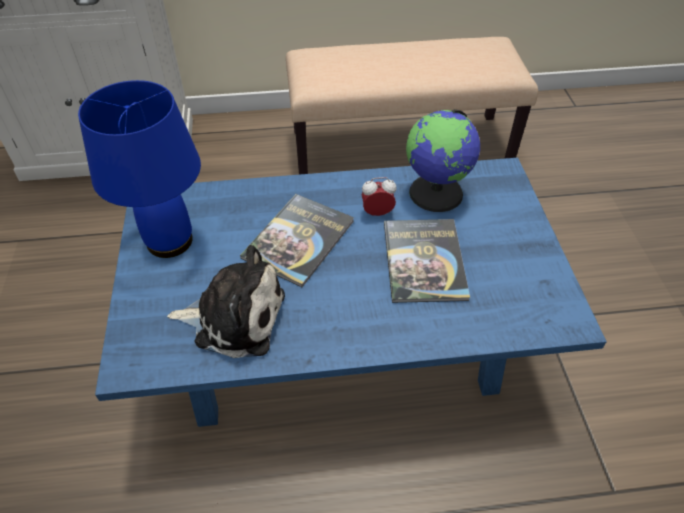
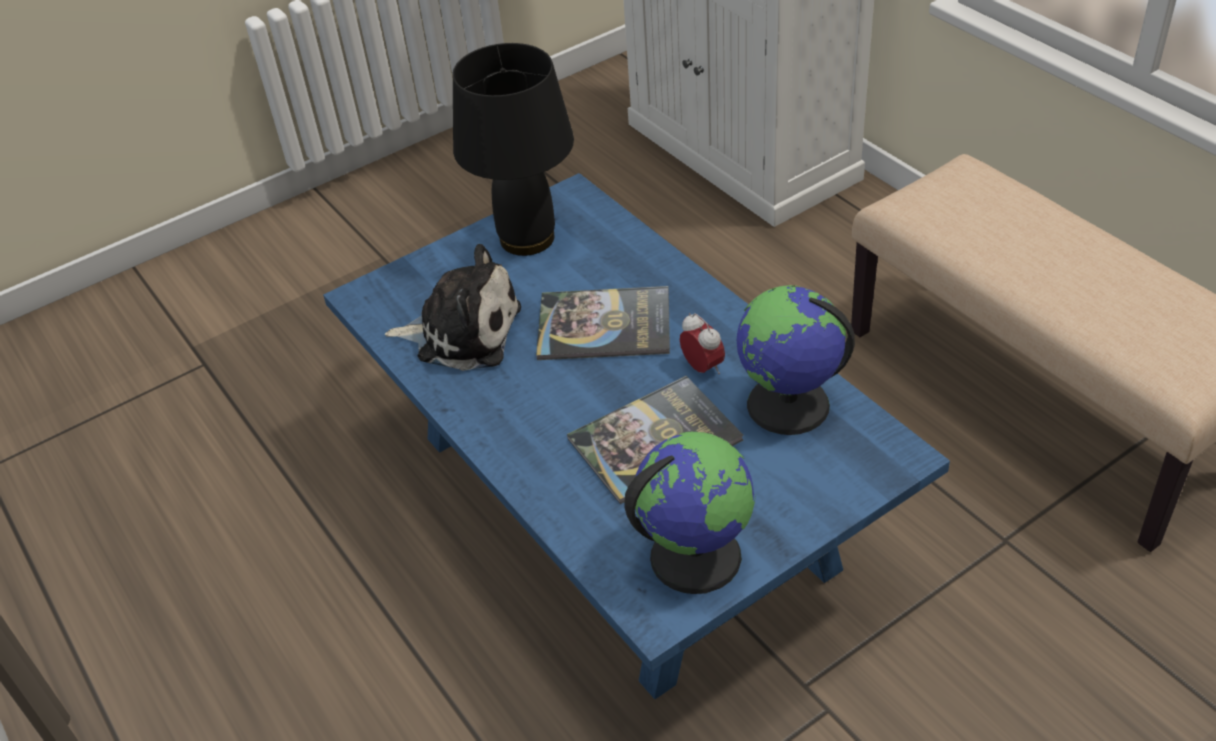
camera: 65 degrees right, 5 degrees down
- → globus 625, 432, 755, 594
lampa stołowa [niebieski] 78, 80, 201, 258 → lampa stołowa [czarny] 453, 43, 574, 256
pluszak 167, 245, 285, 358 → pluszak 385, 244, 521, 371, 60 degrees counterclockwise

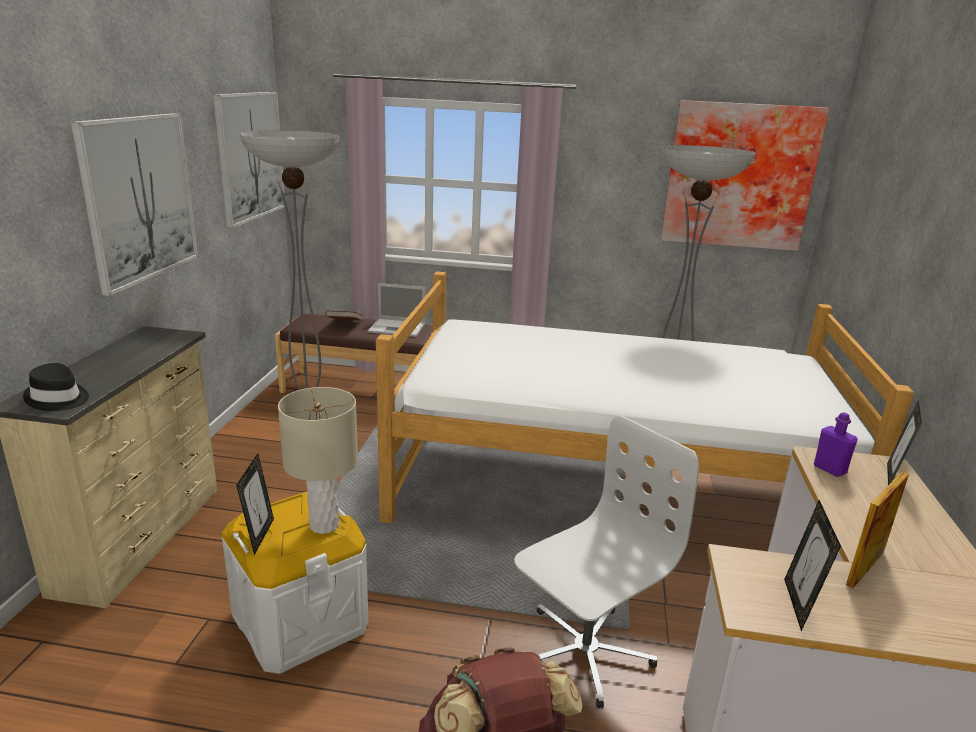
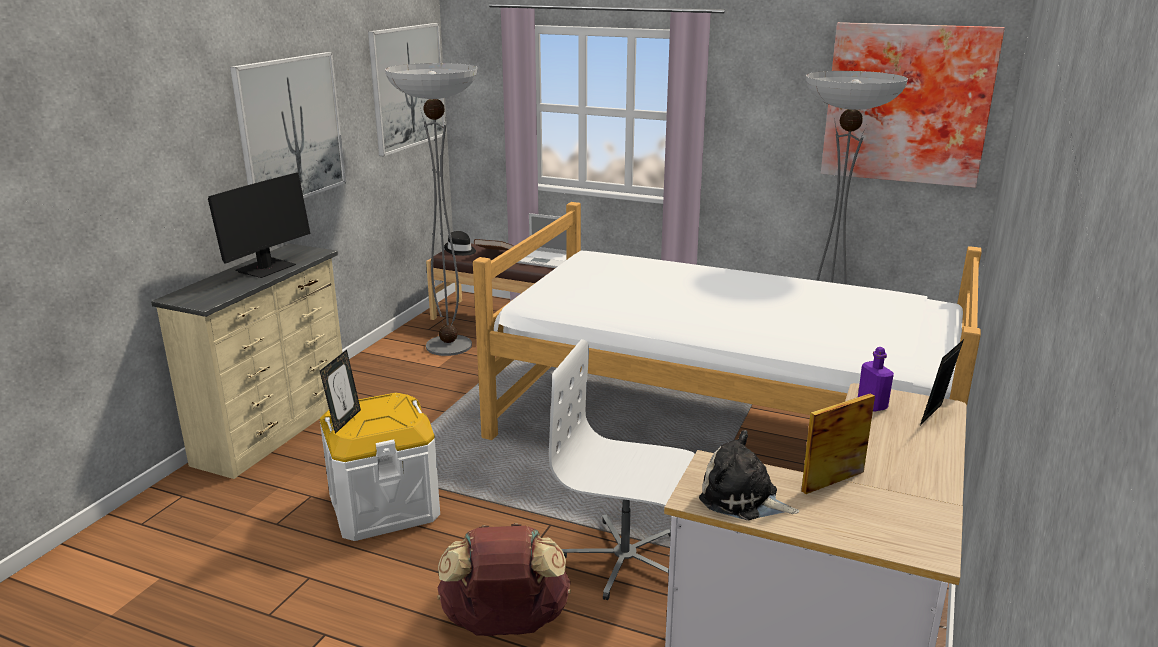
camera: 15 degrees right, 0 degrees up
lampa stołowa [beżowy] 278, 387, 358, 534 → -
- → monitor 208, 172, 310, 278
kapelusz [czarny] 23, 363, 89, 411 → kapelusz [czarny] 444, 231, 476, 256, moved
ramka na zdjęcie 784, 500, 841, 631 → pluszak 699, 430, 799, 520
krzesło biurowe [biały] 514, 415, 699, 708 → krzesło biurowe [biały] 549, 339, 695, 600, 135 degrees counterclockwise

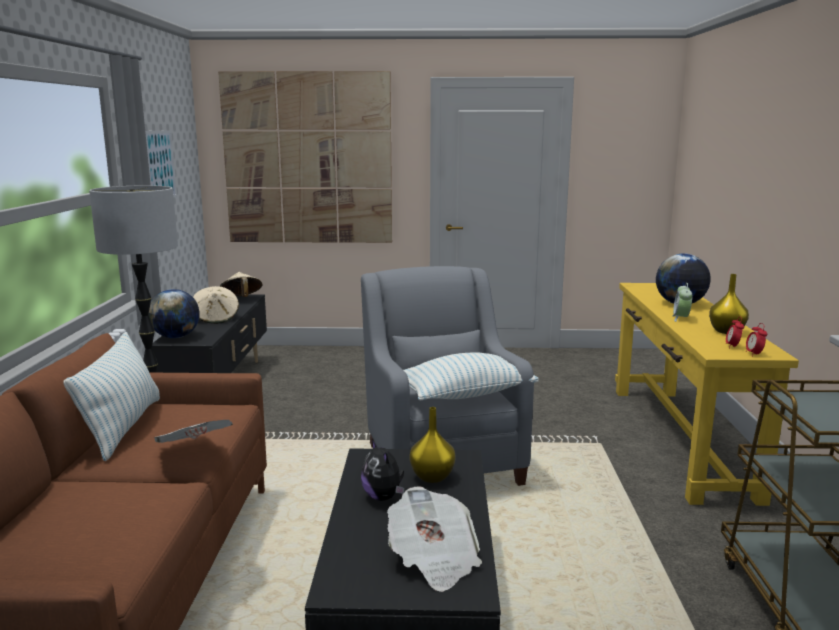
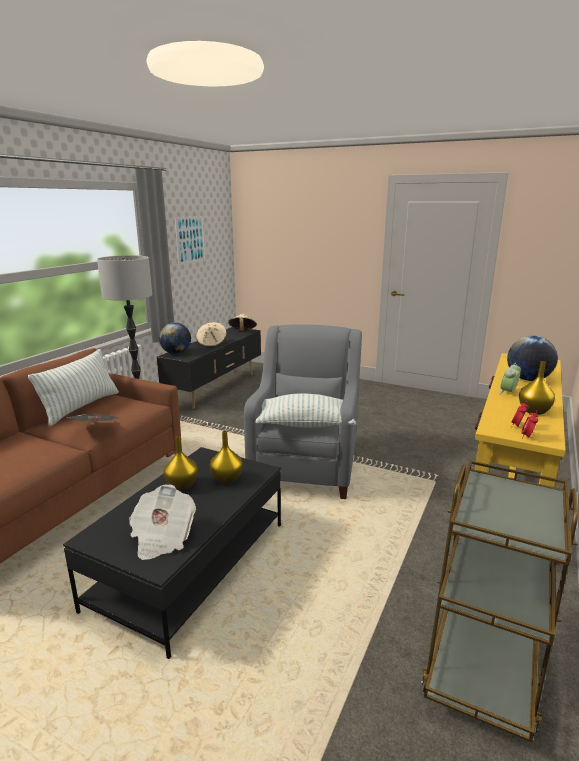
camera: 25 degrees right, 5 degrees up
obraz 218, 71, 392, 243 → -
pluszak 361, 440, 405, 501 → wazon [żółty] 164, 436, 198, 490

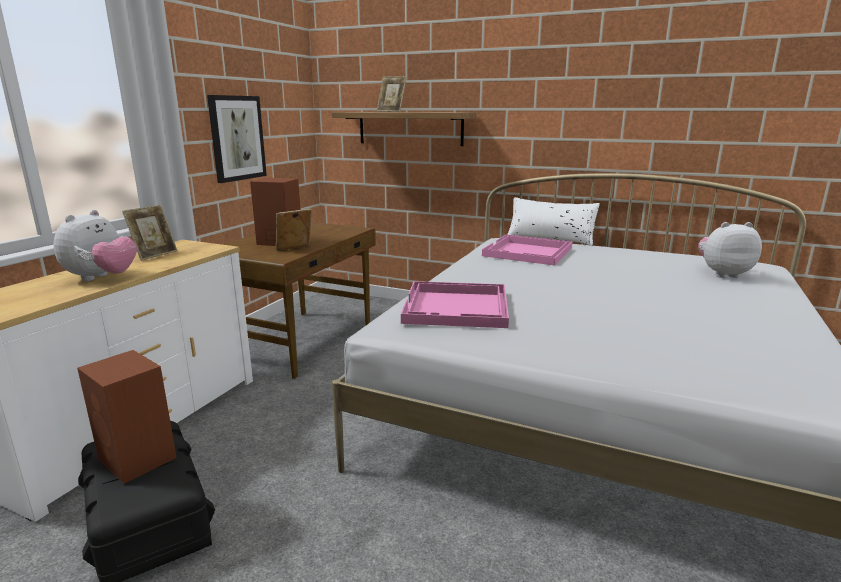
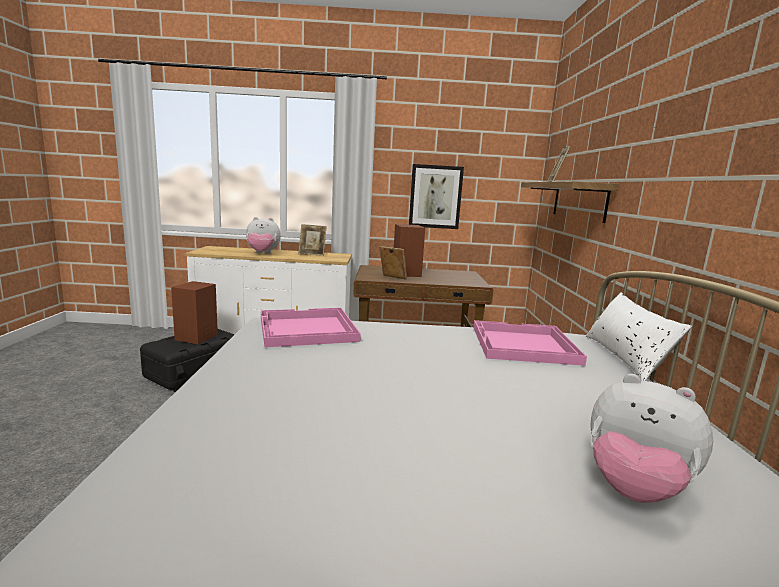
camera: 65 degrees right, 5 degrees down
pluszak 698, 222, 762, 278 → pluszak 590, 374, 713, 503, 150 degrees clockwise

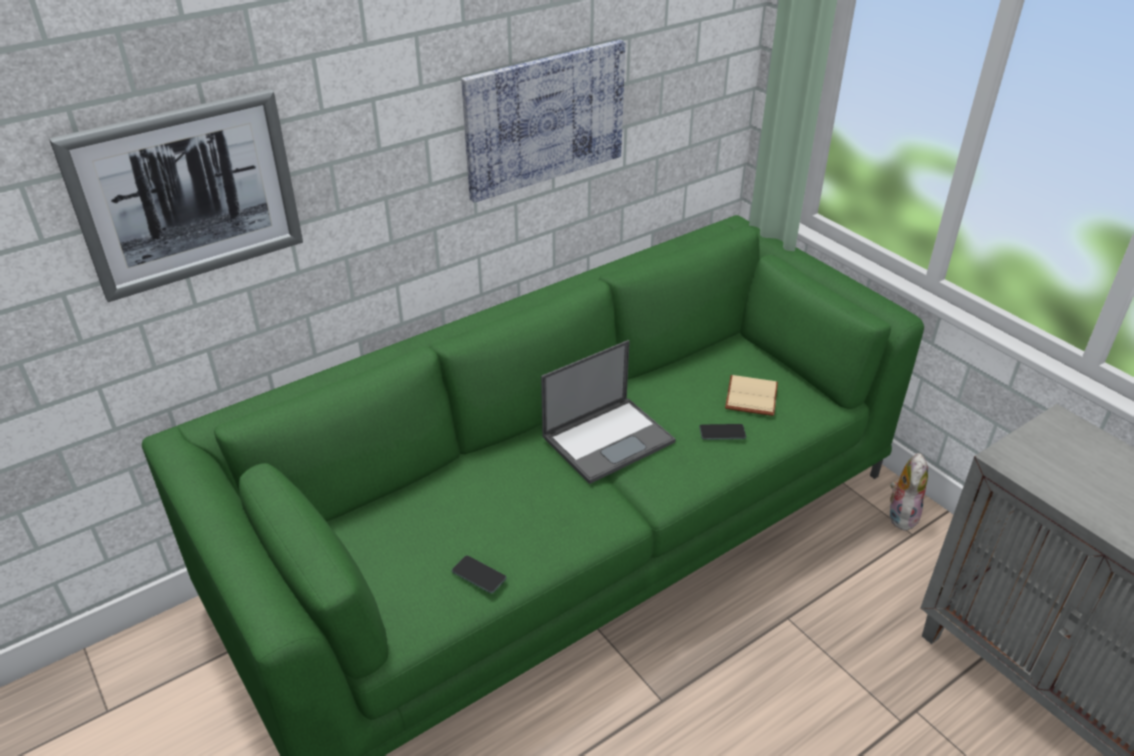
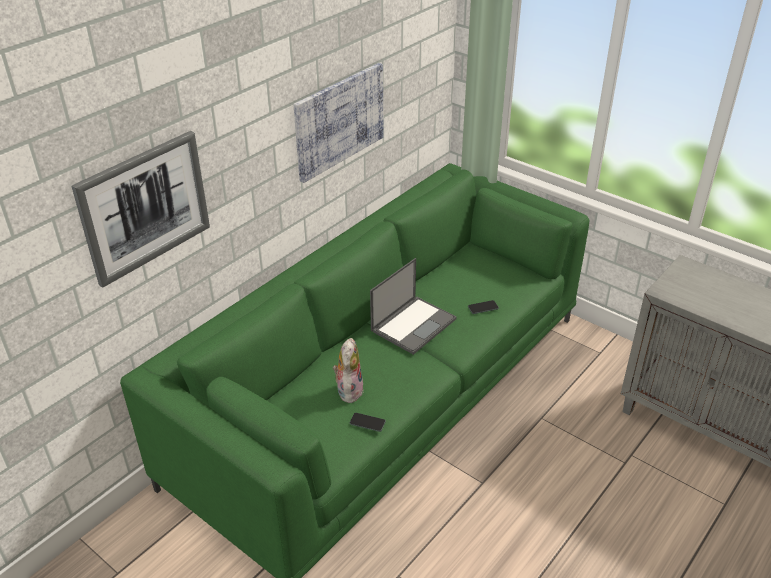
camera: 15 degrees left, 0 degrees up
książka [beżowy] 725, 375, 778, 416 → -
pluszak 890, 453, 928, 531 → pluszak 333, 338, 363, 403, moved

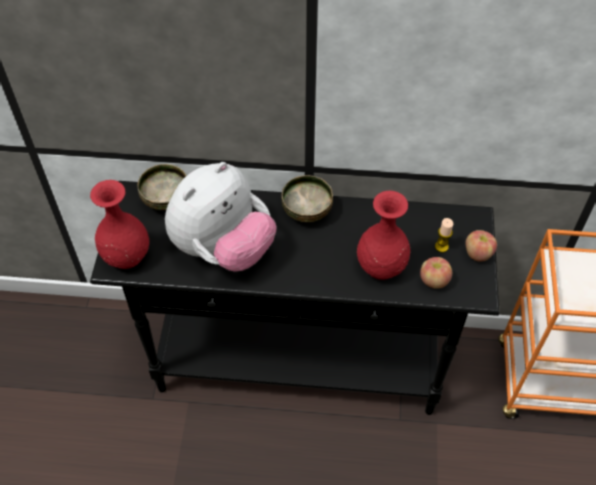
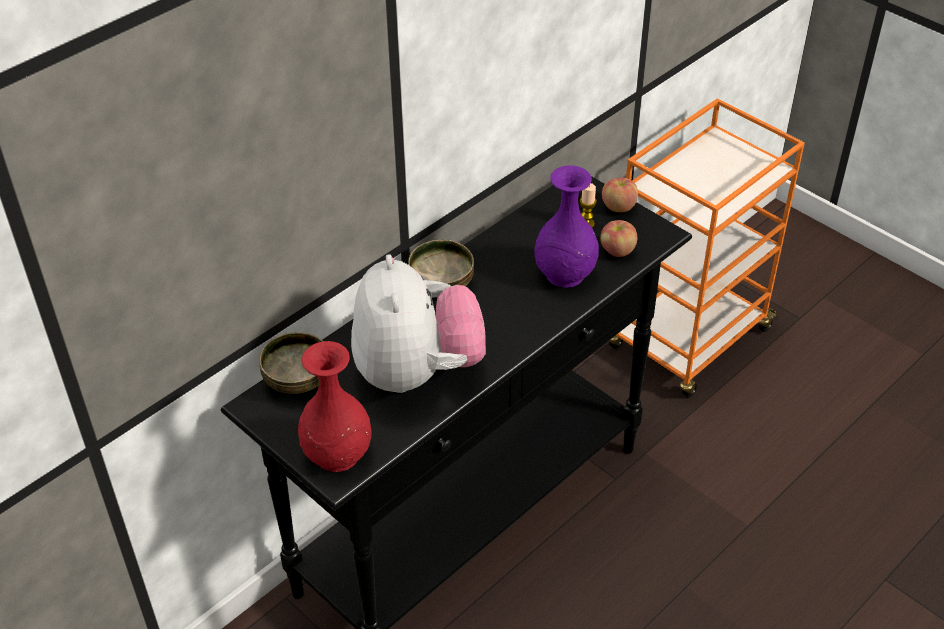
camera: 50 degrees left, 10 degrees down
wazon [czerwony] 357, 191, 411, 280 → wazon [fioletowy] 534, 165, 599, 288

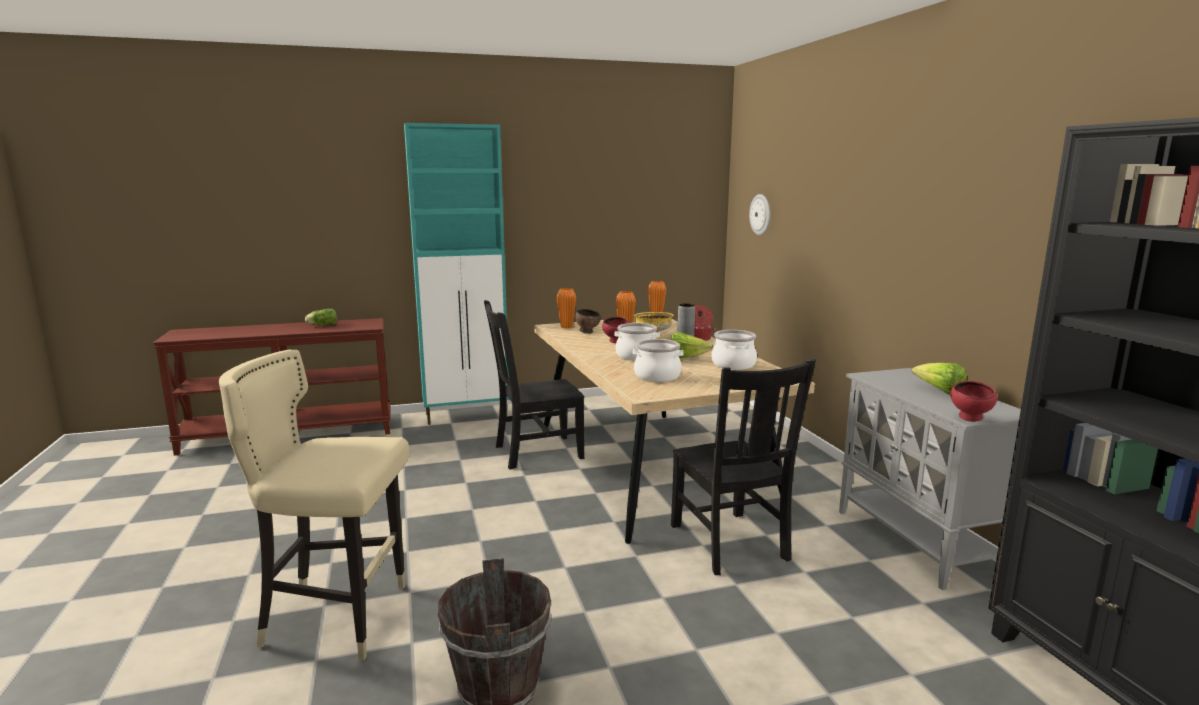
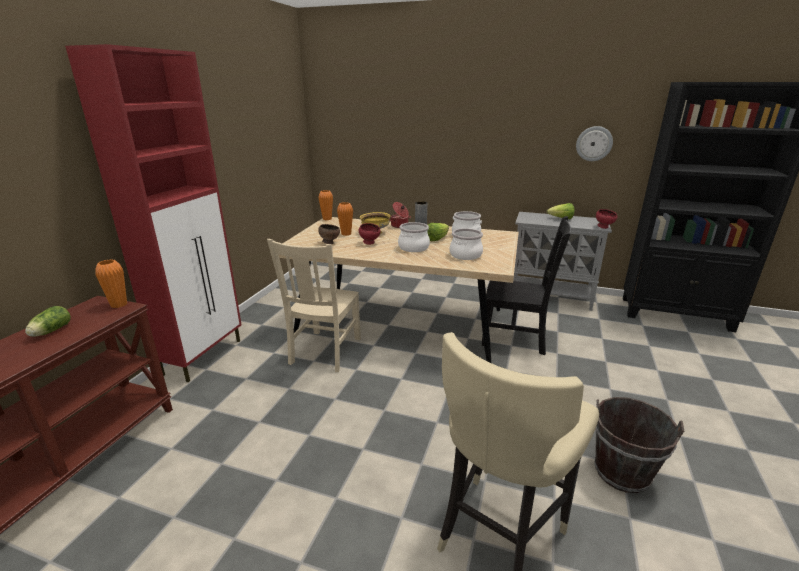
camera: 55 degrees left, 10 degrees up
wazon [pomarańczowy] 557, 288, 576, 328 → wazon [pomarańczowy] 95, 260, 127, 308, moved
zegar ścienny 749, 194, 770, 235 → zegar ścienny 576, 126, 613, 161, moved
szafka [turkusowy] 404, 123, 510, 425 → szafka [czerwony] 65, 44, 242, 382
krzesło [czarny] 484, 300, 584, 469 → krzesło [beżowy] 267, 239, 361, 372

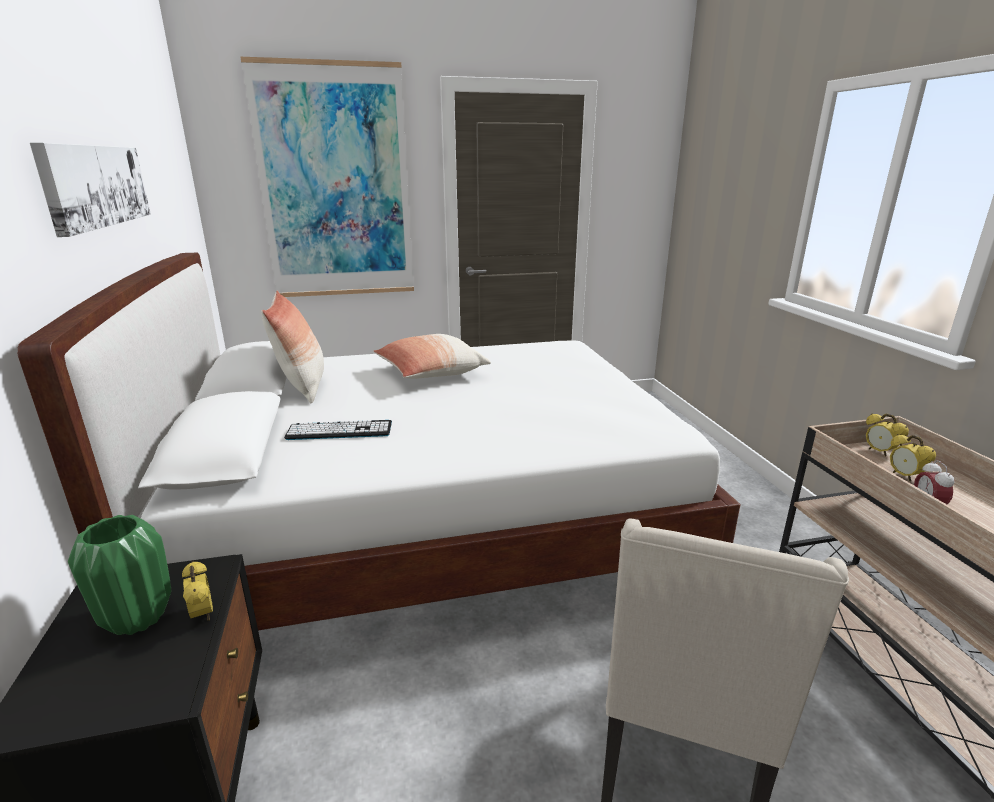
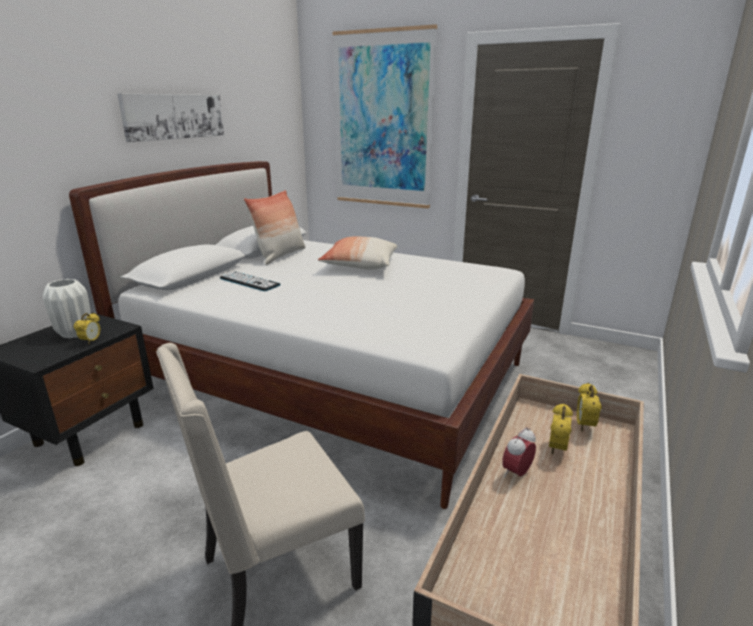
camera: 40 degrees right, 0 degrees up
wazon [zielony] 68, 515, 171, 635 → wazon [biały] 42, 279, 91, 338

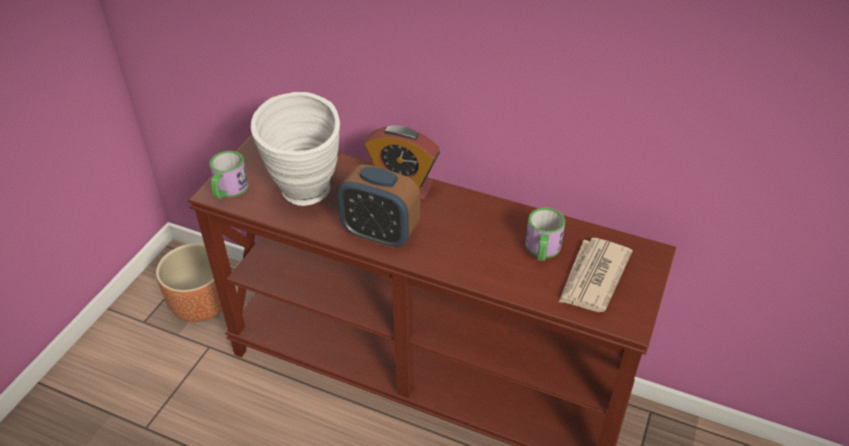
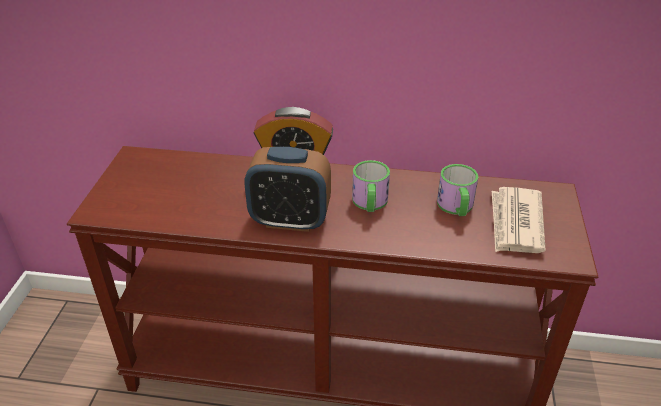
camera: 15 degrees left, 5 degrees down
donica [brązowy] 156, 243, 222, 322 → -
wazon [biały] 251, 92, 340, 206 → -
kubek 209, 151, 249, 199 → kubek 352, 160, 390, 212, moved

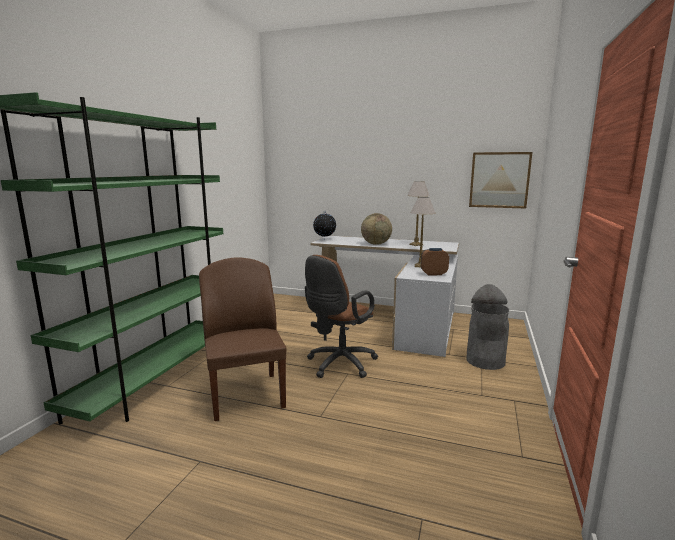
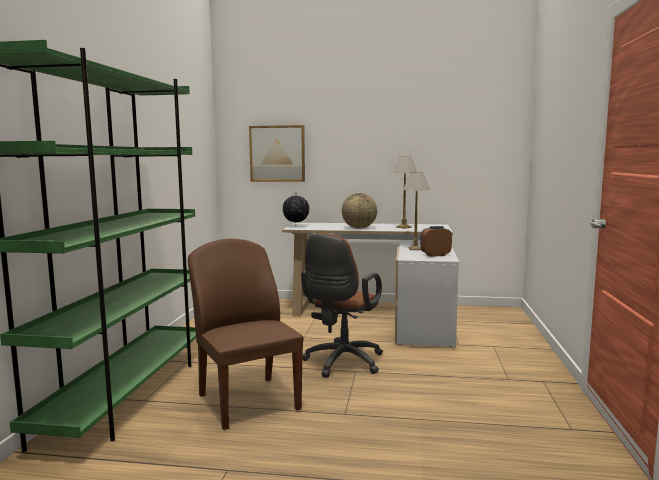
camera: 10 degrees left, 5 degrees down
kosz na śmieci [szary] 466, 284, 509, 370 → -
obraz 469, 152, 532, 209 → obraz 249, 125, 305, 182, moved

